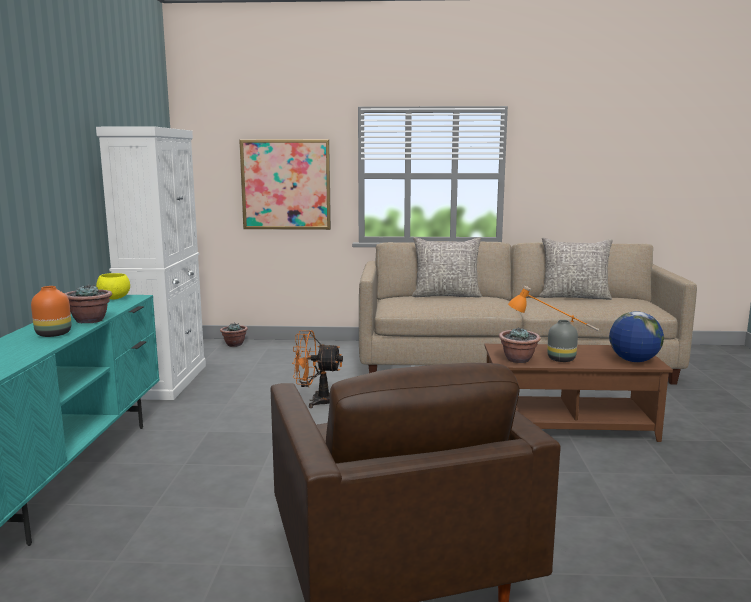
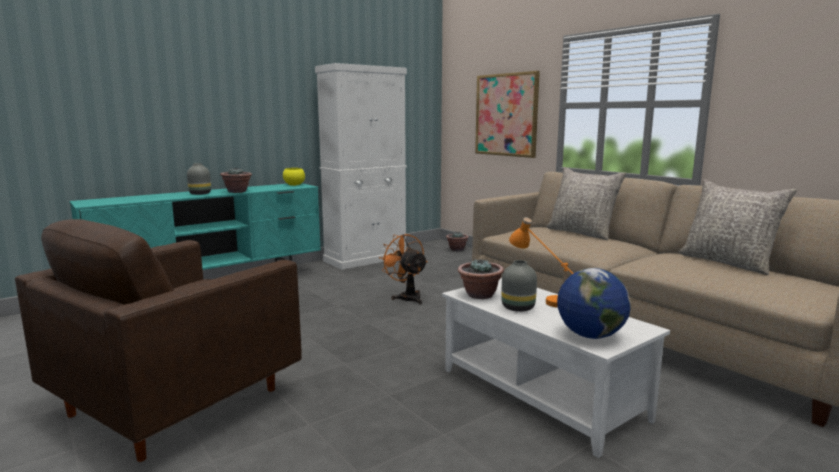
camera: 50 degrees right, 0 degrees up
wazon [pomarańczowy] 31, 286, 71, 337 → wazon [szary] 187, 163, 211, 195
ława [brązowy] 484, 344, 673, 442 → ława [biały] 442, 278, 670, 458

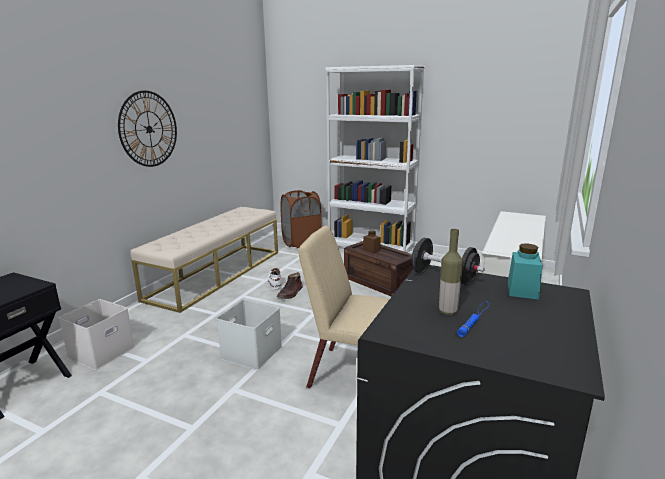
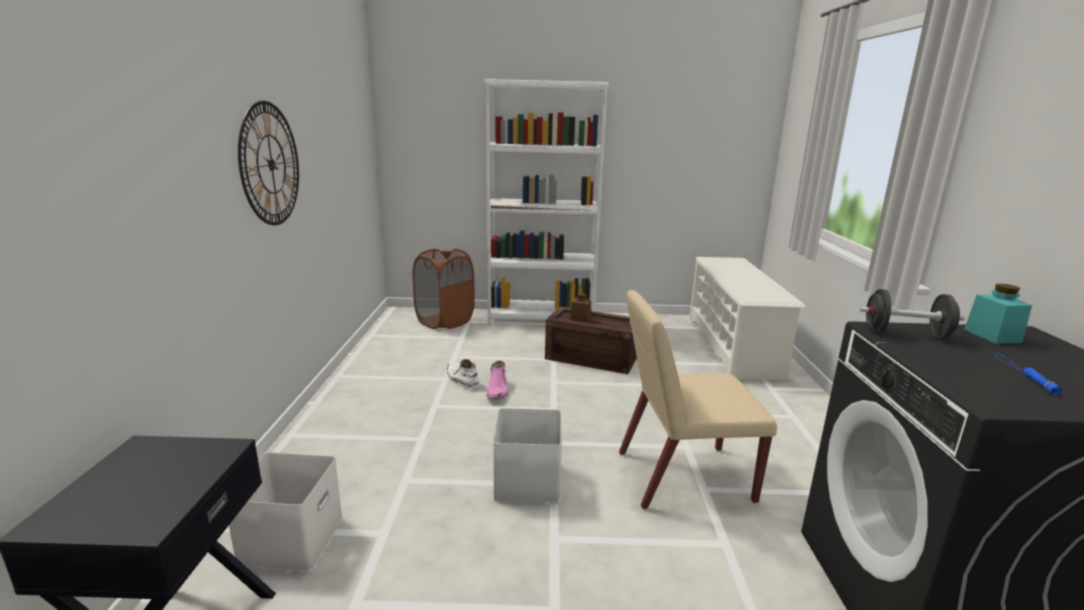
camera: 25 degrees left, 0 degrees up
ławka [beżowy] 131, 207, 278, 313 → -
butelka 439, 229, 463, 315 → -
but z cholewką [brązowy] 277, 272, 303, 299 → but z cholewką [różowy] 487, 361, 508, 399

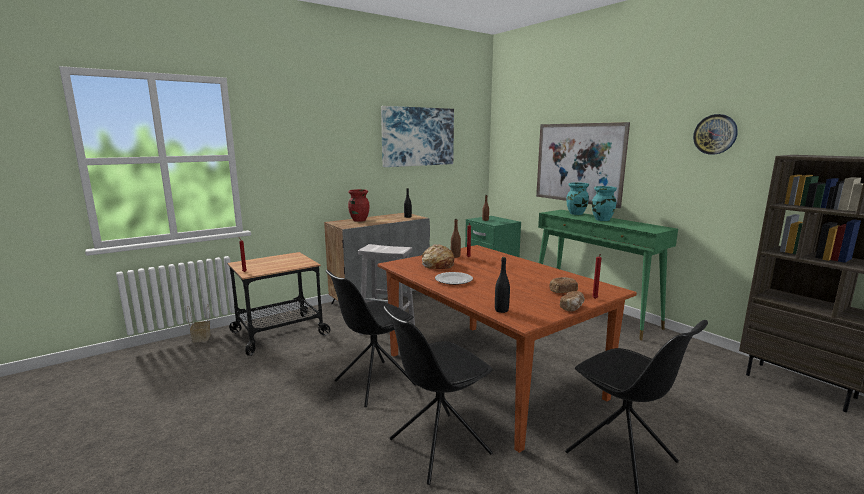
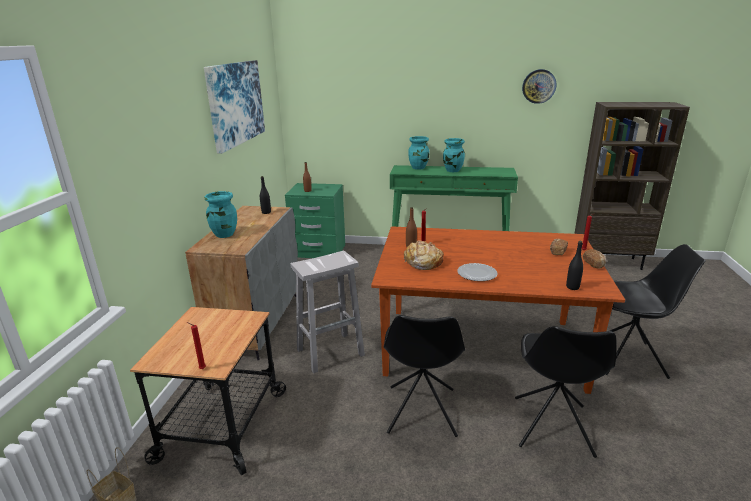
camera: 45 degrees left, 10 degrees up
obraz 536, 122, 630, 208 → -
wazon [czerwony] 348, 189, 370, 222 → wazon [turkusowy] 204, 191, 237, 238

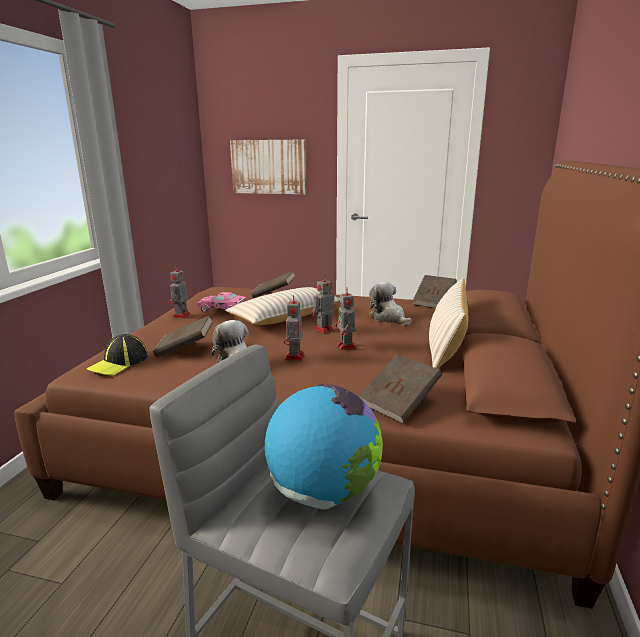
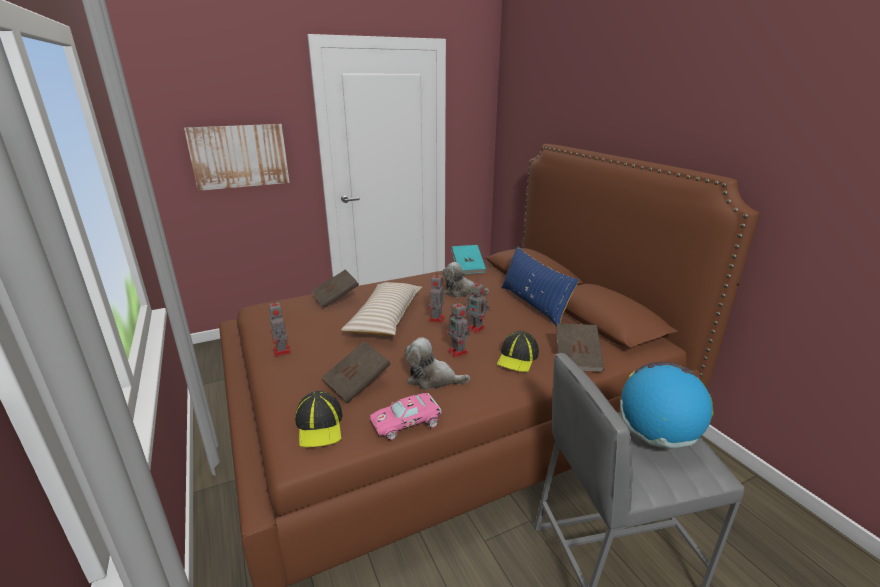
camera: 40 degrees left, 5 degrees up
- → czapka z daszkiem 497, 331, 539, 372
samochodzik [różowy] 197, 292, 247, 315 → samochodzik [różowy] 370, 393, 442, 440, moved
książka [brązowy] 413, 275, 457, 308 → książka [turkusowy] 451, 245, 486, 274
poduszka [beżowy] 429, 278, 469, 369 → poduszka [niebieski] 501, 246, 579, 326

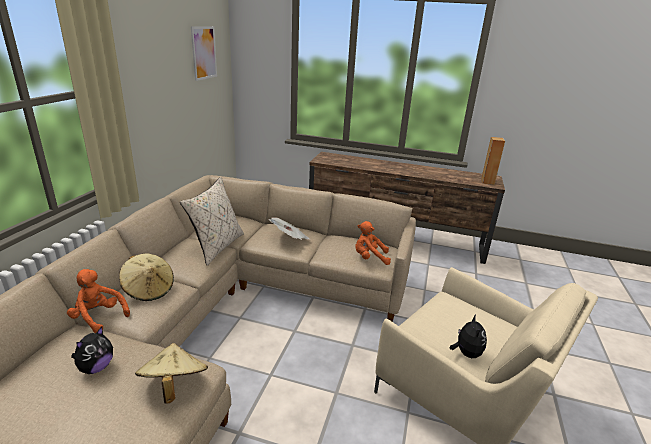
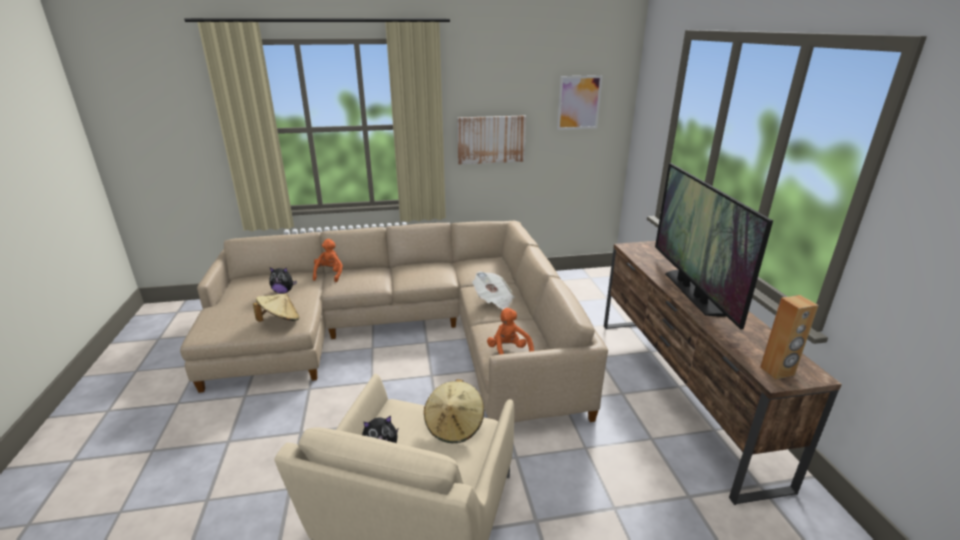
camera: 65 degrees right, 0 degrees up
poduszka [beżowy] 180, 177, 244, 266 → -
- → obraz 457, 115, 526, 164
- → telewizor 655, 163, 773, 329
kapelusz [beżowy] 119, 253, 174, 301 → kapelusz [beżowy] 424, 379, 484, 443, moved

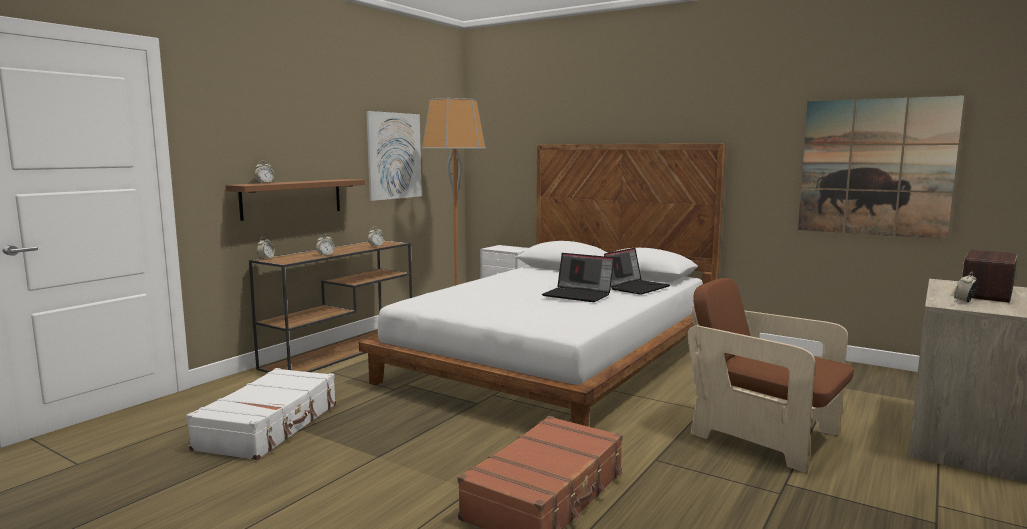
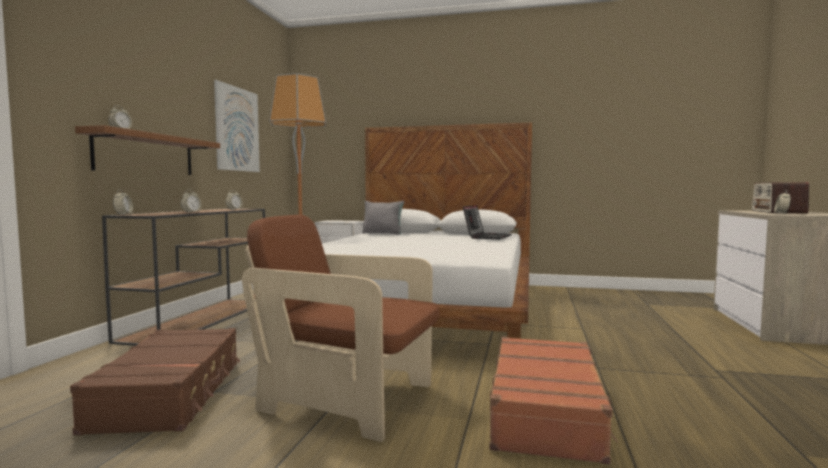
camera: 20 degrees left, 5 degrees down
laptop 542, 253, 614, 302 → -
obraz 798, 95, 964, 239 → -
- → poduszka [szary] 362, 201, 404, 235
fotel [brązowy] 688, 278, 854, 472 → fotel [brązowy] 242, 215, 440, 442, moved
walizka [biały] 186, 368, 336, 460 → walizka [brązowy] 70, 328, 240, 435

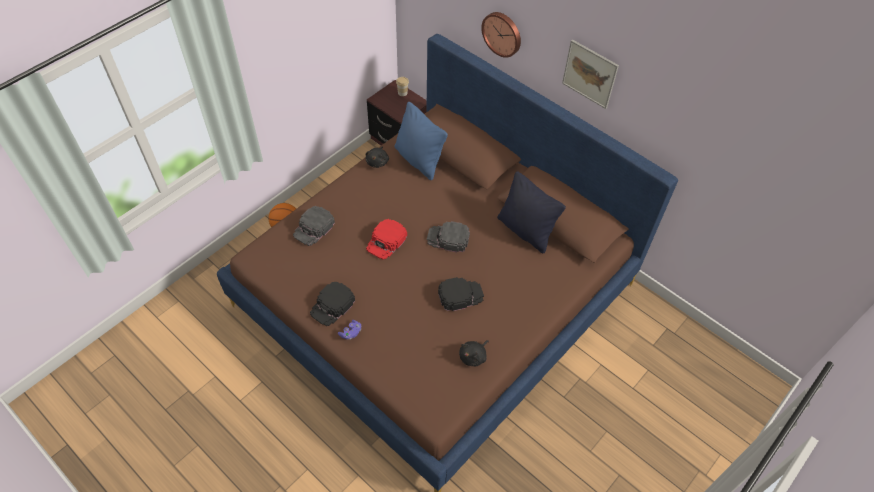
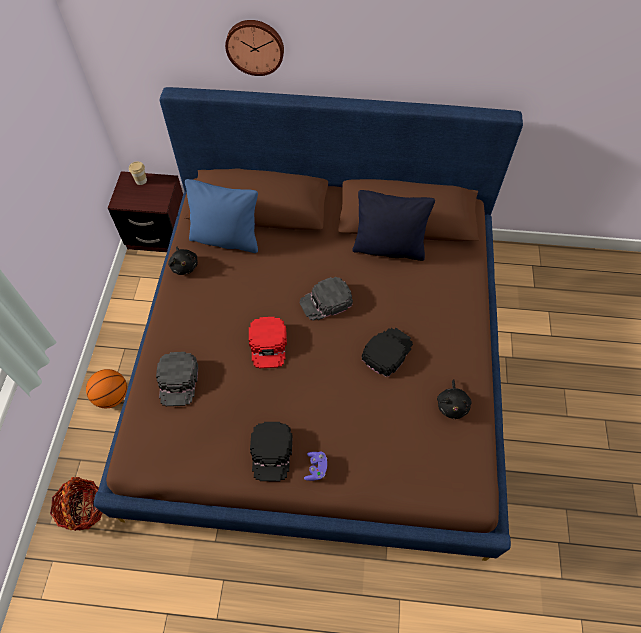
camera: 35 degrees left, 5 degrees up
obraz 562, 39, 619, 109 → -
- → koszyk 50, 477, 103, 531

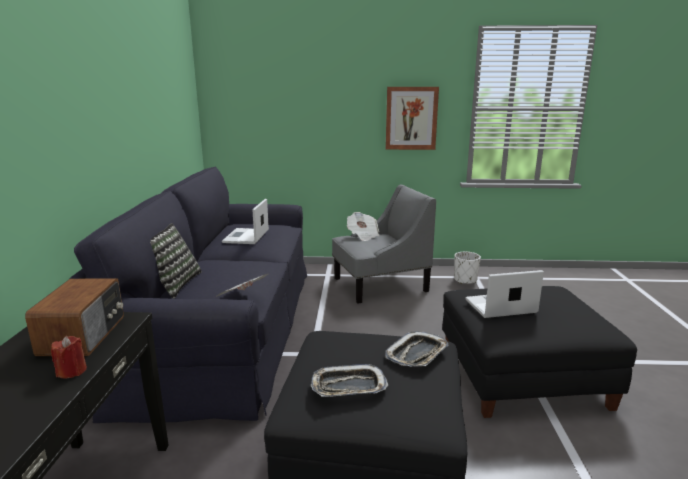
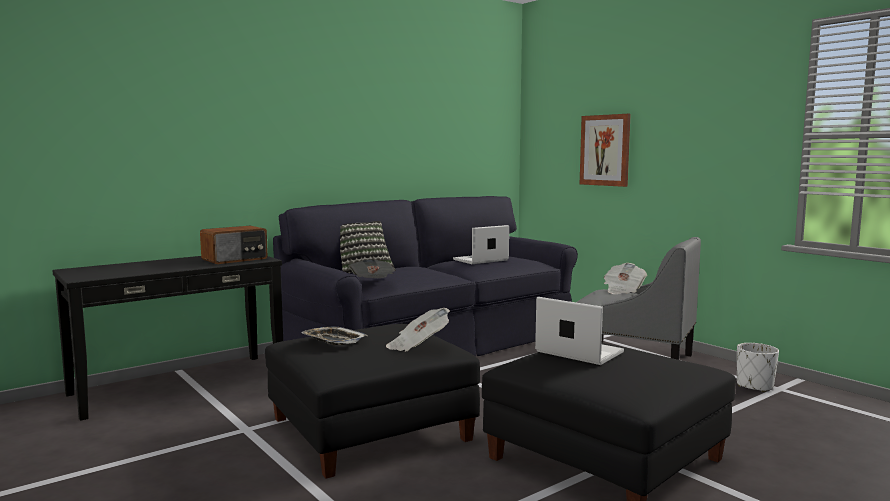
camera: 50 degrees right, 10 degrees down
świeca [czerwony] 51, 336, 87, 378 → -
obraz 386, 87, 439, 150 → obraz 580, 114, 631, 187, moved
taca 385, 331, 448, 366 → gazeta 386, 308, 450, 352

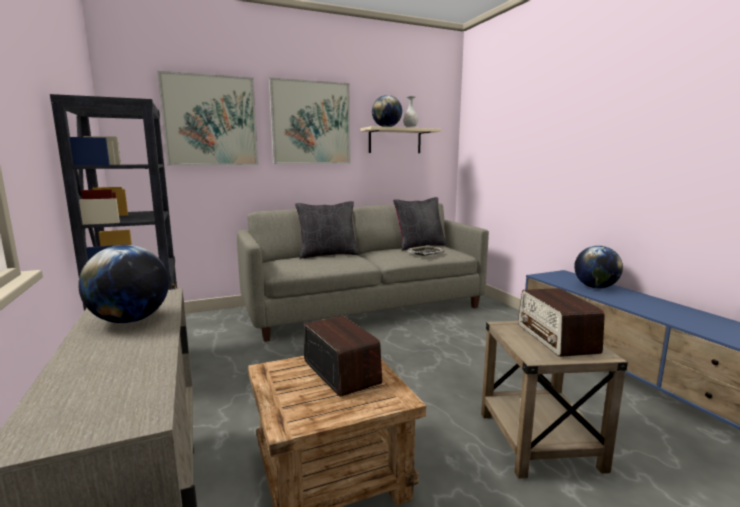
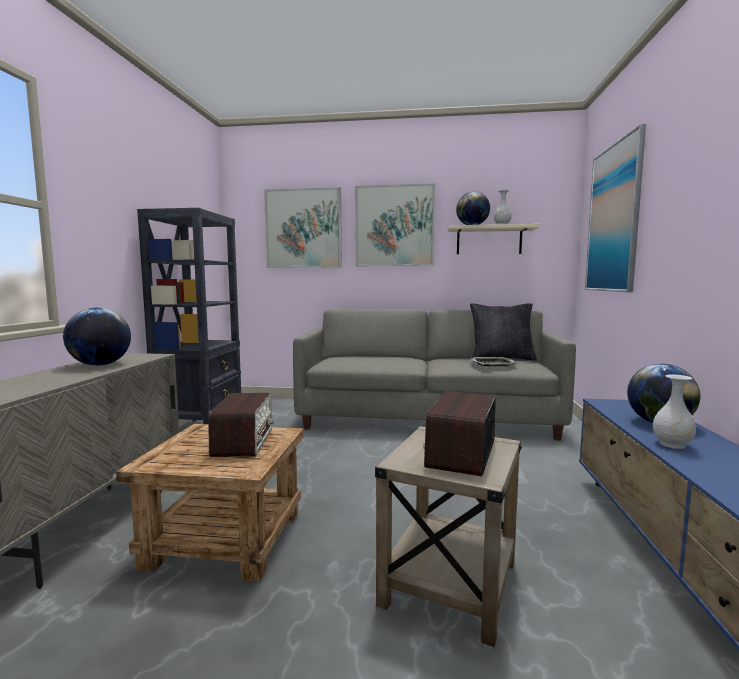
camera: 30 degrees right, 5 degrees down
poduszka [czarny] 295, 201, 359, 259 → -
- → obraz 585, 124, 646, 292
- → wazon [biały] 653, 375, 696, 449

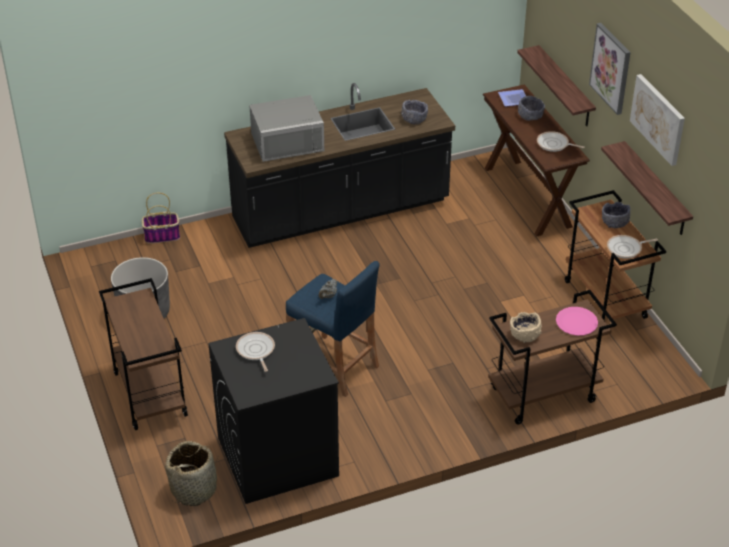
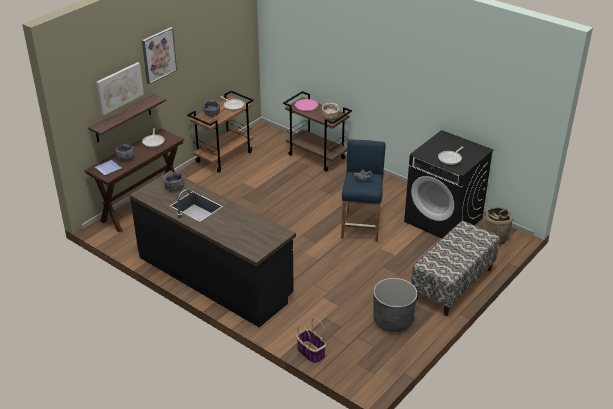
camera: 120 degrees left, 5 degrees down
mikrofalówka [szary] 249, 95, 324, 162 → -
półka 601, 141, 693, 235 → -
obraz 630, 74, 685, 166 → obraz 96, 62, 144, 115, moved
wózek [brązowy] 99, 278, 188, 430 → ławka 411, 221, 500, 316

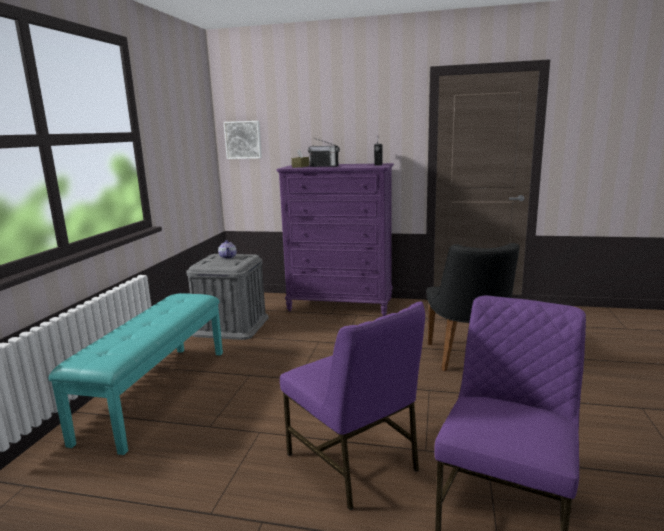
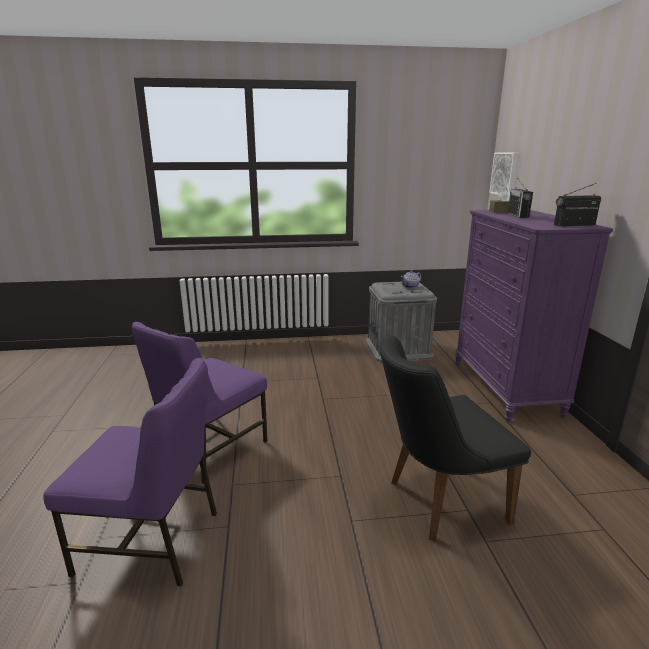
camera: 70 degrees right, 5 degrees up
ławka [turkusowy] 48, 293, 223, 455 → -

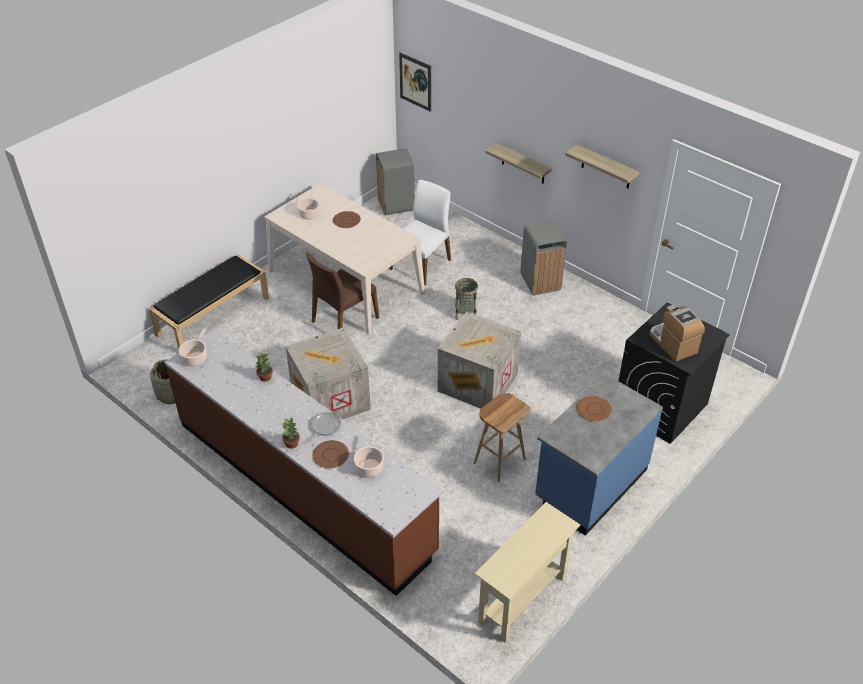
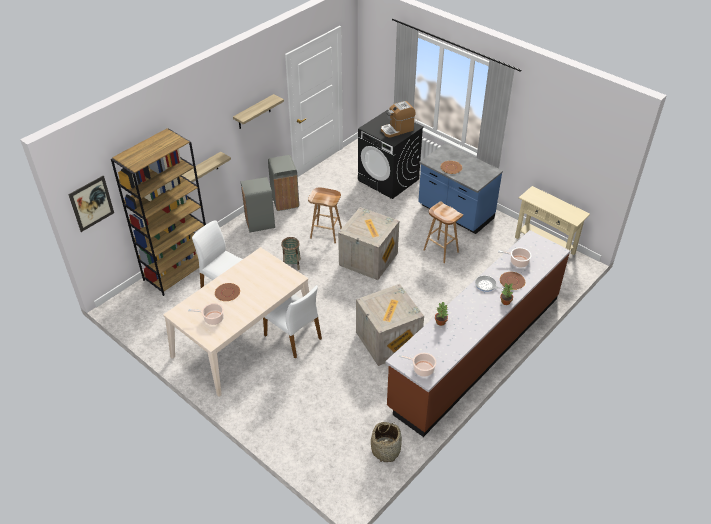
camera: 90 degrees left, 0 degrees up
ławka [czarny] 149, 254, 269, 350 → -
- → regał [brązowy] 111, 128, 206, 296
- → stołek [brązowy] 308, 187, 342, 244
kosz na śmieci [szary] 376, 148, 415, 215 → kosz na śmieci [szary] 268, 155, 299, 211, moved
krzesło [brązowy] 306, 253, 379, 329 → krzesło [biały] 263, 285, 322, 359

